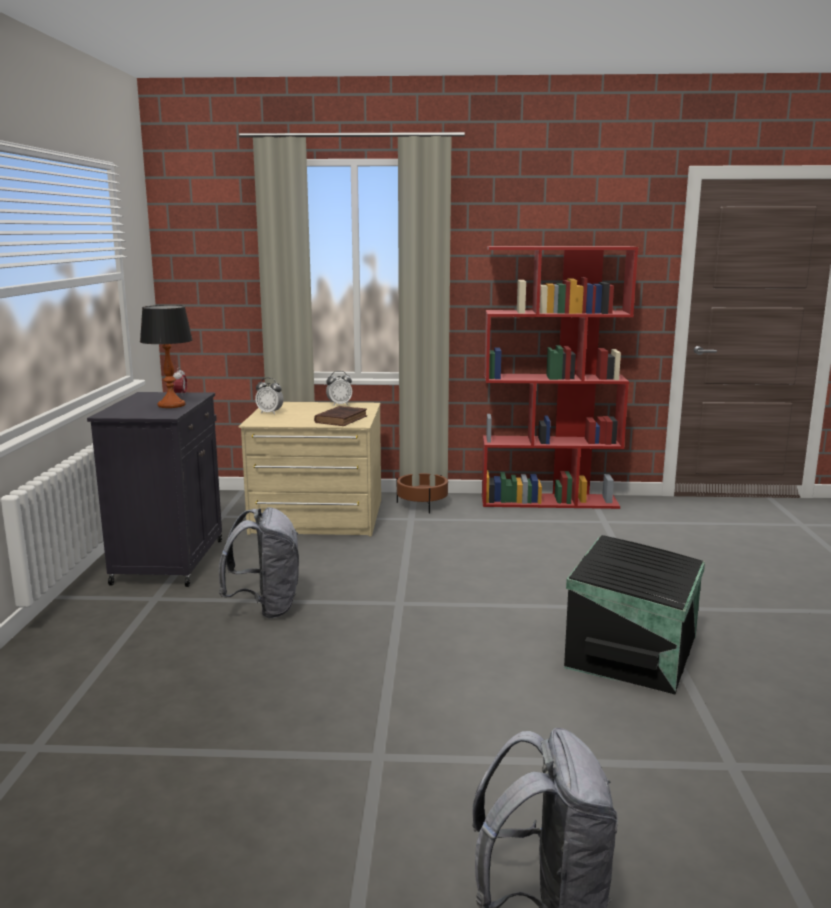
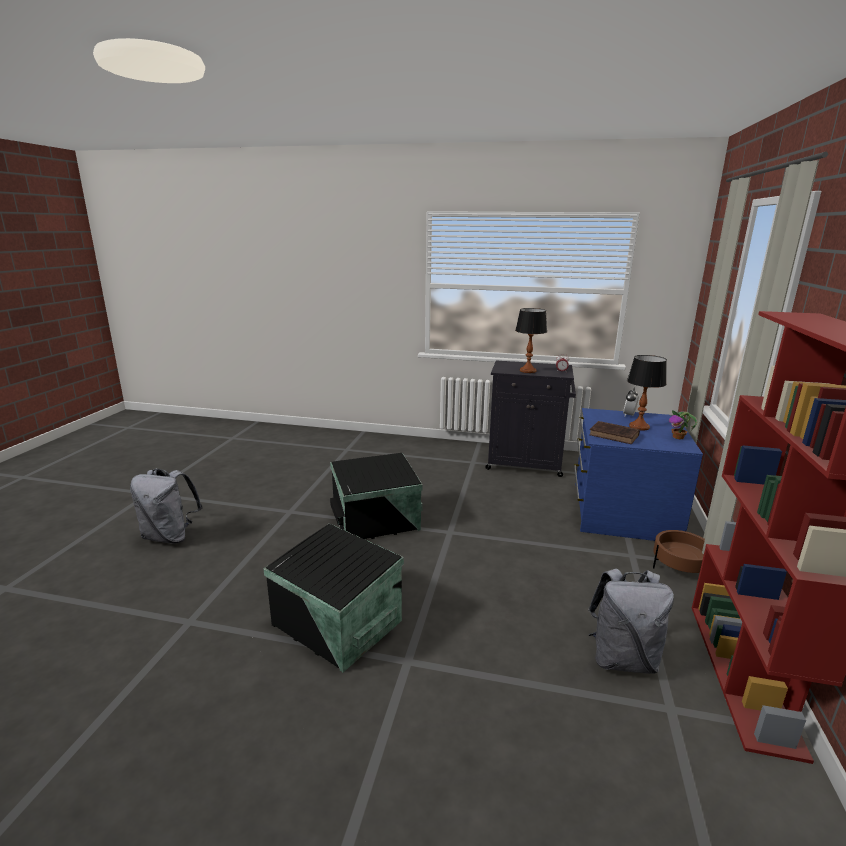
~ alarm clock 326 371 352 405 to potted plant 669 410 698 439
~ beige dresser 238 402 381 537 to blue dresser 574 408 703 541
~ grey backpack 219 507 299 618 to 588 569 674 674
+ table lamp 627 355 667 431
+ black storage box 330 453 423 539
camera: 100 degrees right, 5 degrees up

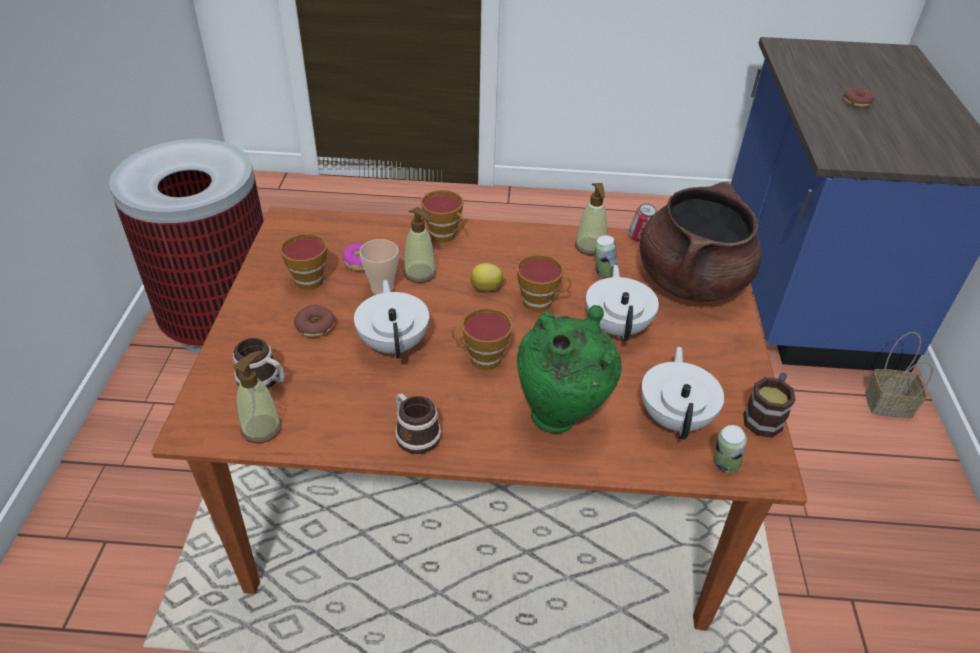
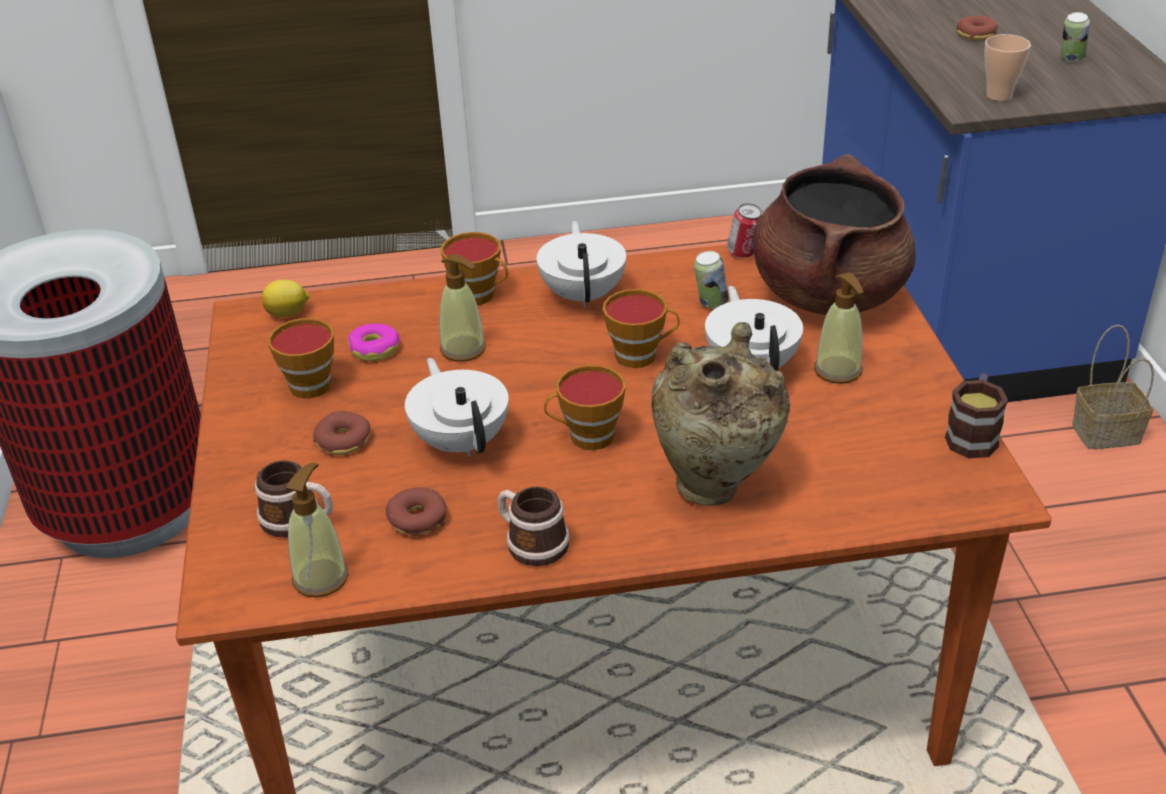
~ soap dispenser 575 183 607 256 to 814 272 863 384
~ cup 359 239 399 295 to 984 34 1031 101
~ lemon 470 263 505 291 to 262 280 309 317
~ green vase 517 305 622 433 to beige vase 651 322 790 506
~ white teapot 641 347 724 440 to 536 221 626 308
~ can 714 425 747 473 to 1061 12 1090 62
+ donut 386 487 447 536
camera: 10 degrees left, 5 degrees down

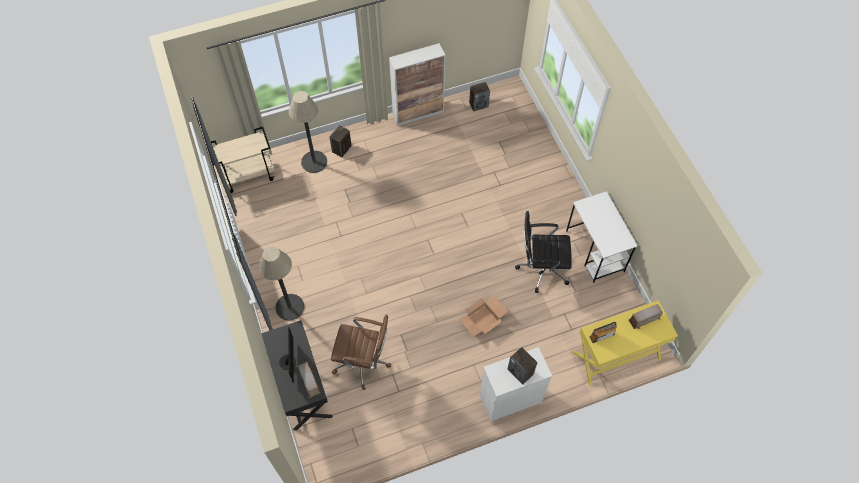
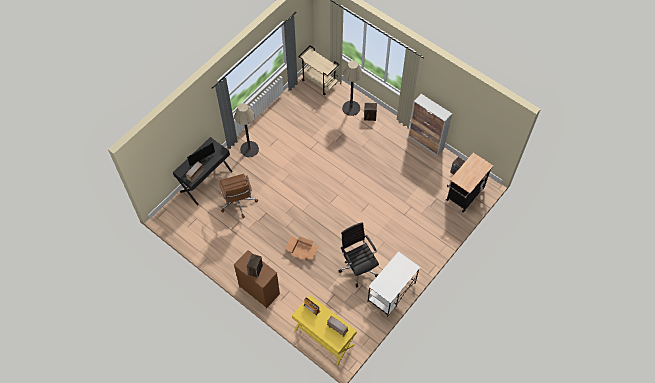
~ white dresser 480 347 552 423 to brown dresser 234 250 280 309
+ black cart 446 153 493 213
camera: 60 degrees right, 0 degrees up

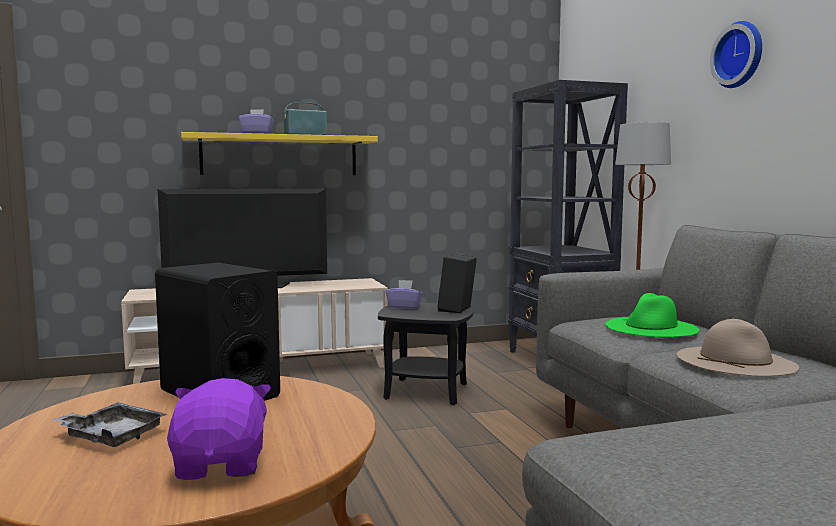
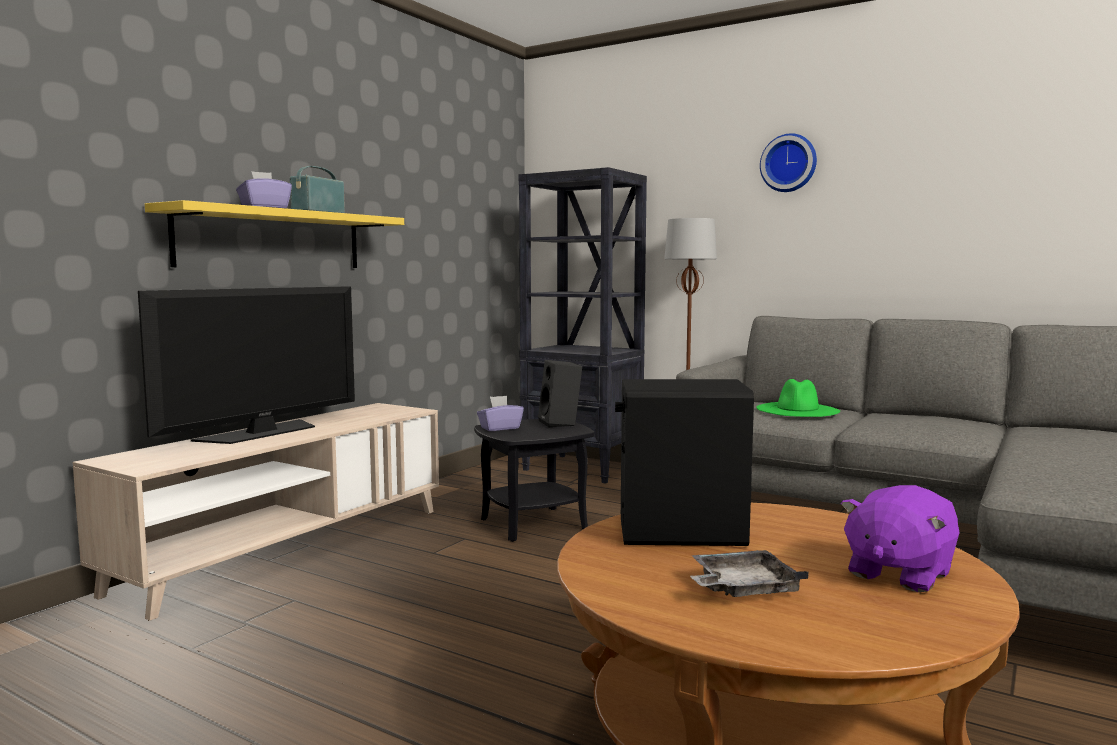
- beige hat 677 319 799 377
~ purple plush toy 167 378 271 480 = 841 485 960 592 90 degrees counterclockwise
camera: 40 degrees left, 0 degrees up

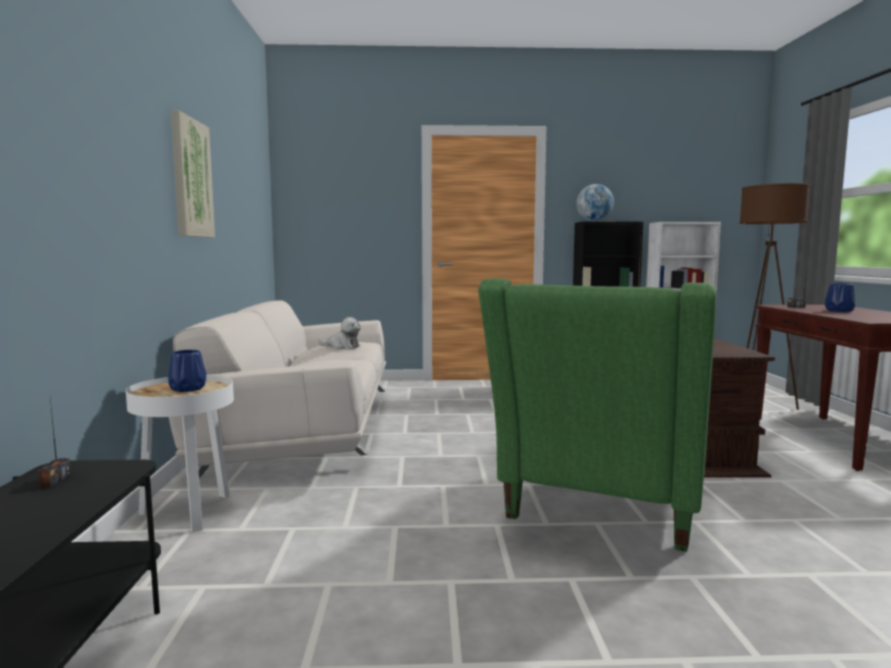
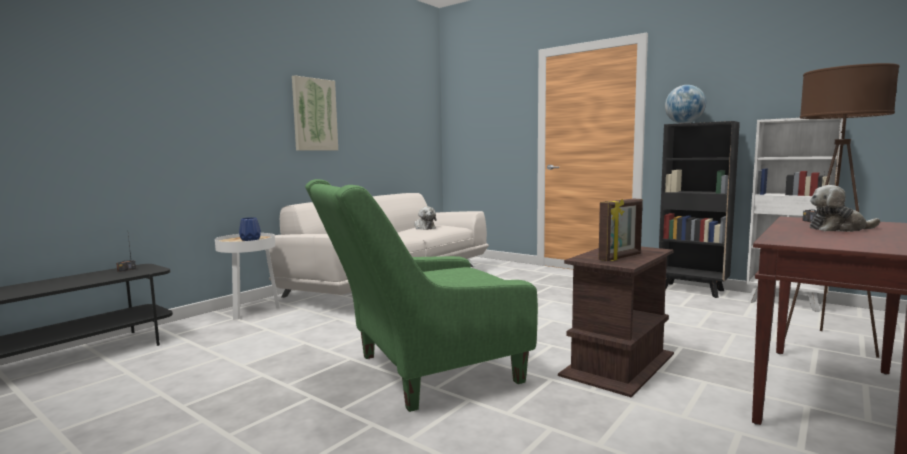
~ blue vase 825 283 855 312 to plush toy 810 185 880 232
+ picture frame 598 199 643 261
camera: 40 degrees right, 0 degrees up

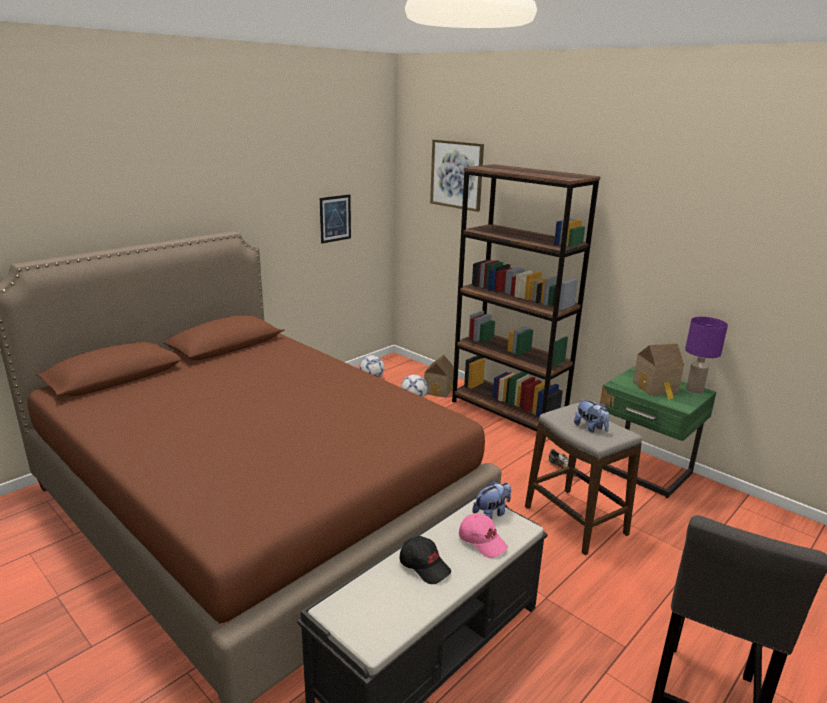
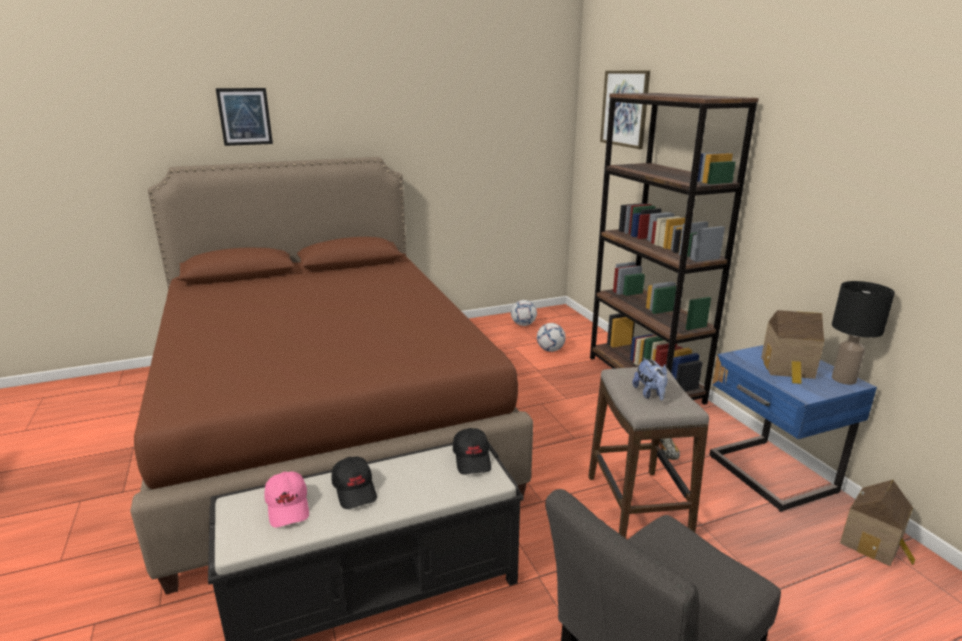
~ picture 320 194 351 244 to 216 88 273 146
~ purple table lamp 685 317 728 394 to black table lamp 832 281 895 385
~ toy house 424 355 454 398 to 840 480 915 566
~ green nightstand 600 366 716 498 to blue nightstand 709 345 877 512
~ plush toy 472 480 511 519 to black cap 453 428 491 475
~ pink cap 459 513 508 558 to 264 472 309 528
camera: 25 degrees right, 0 degrees up

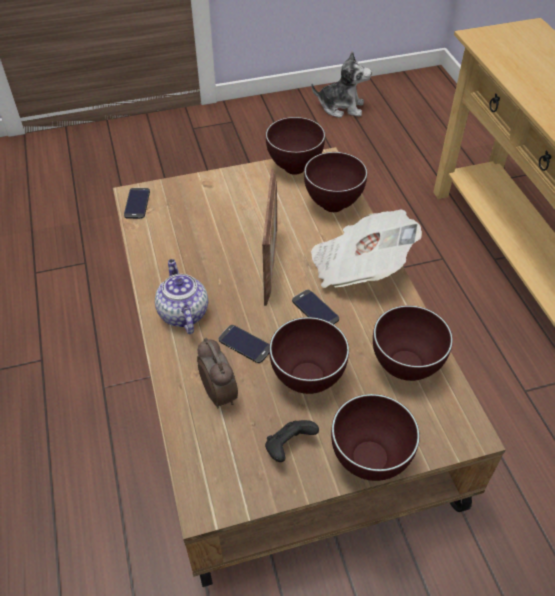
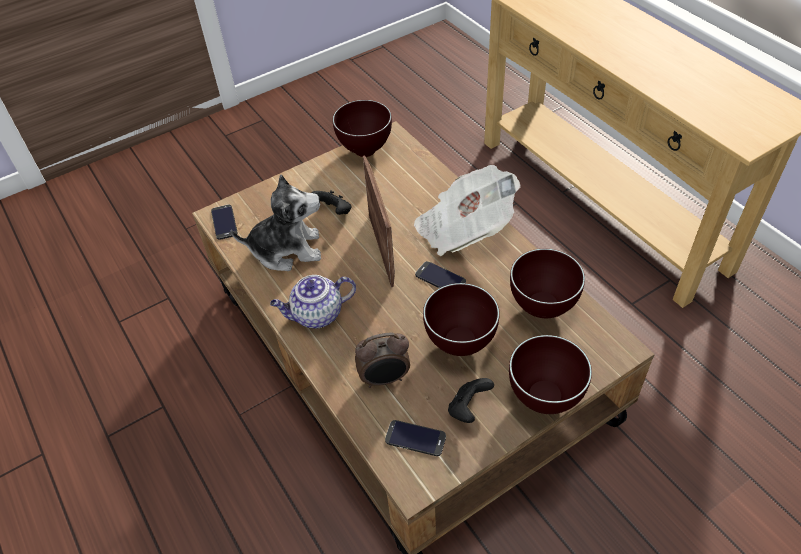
~ plush toy 311 51 372 118 to 231 175 321 271
- brown bowl 304 152 367 212
~ teapot 155 259 208 334 = 270 275 356 328 75 degrees counterclockwise
~ phone 219 325 270 363 to 385 420 446 456
~ alarm clock 197 338 238 409 = 355 332 410 388 120 degrees clockwise
+ black game controller 312 190 351 215
camera: 15 degrees left, 0 degrees up

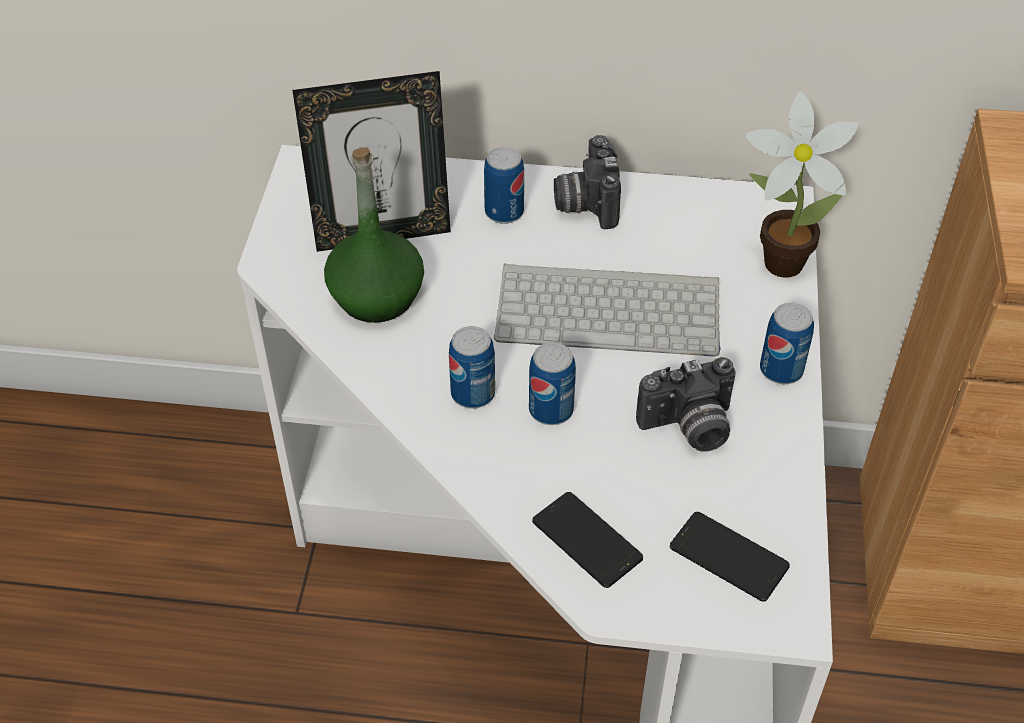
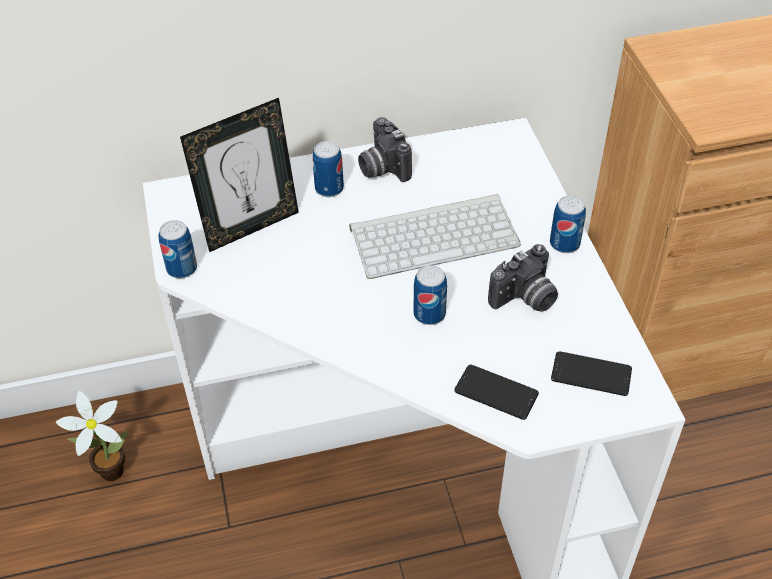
~ potted plant 745 91 860 278 to 56 391 127 481
- green bottle 324 147 424 323
~ can 449 326 495 409 to 159 220 197 278
camera: 20 degrees left, 0 degrees up

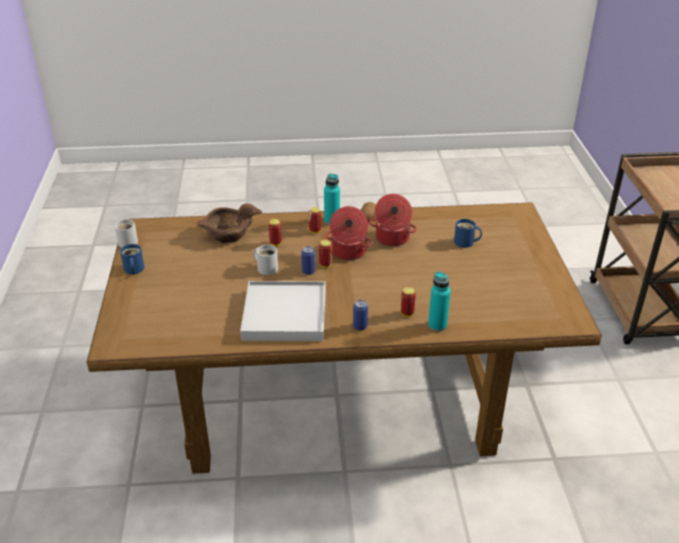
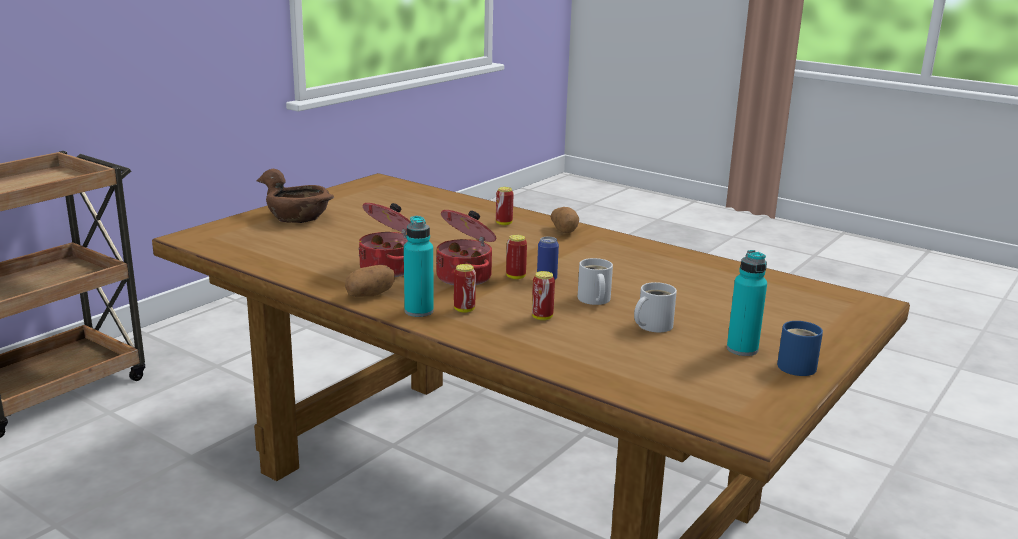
~ brown bowl 197 204 262 243 to 256 169 334 223
~ white mug 115 219 138 248 to 634 282 677 332
- blue mug 454 219 482 248
~ turquoise bottle 428 272 451 332 to 727 250 767 356
- white tray 240 281 325 341
~ can 353 299 368 331 to potato 551 207 579 233
camera: 140 degrees left, 15 degrees down

